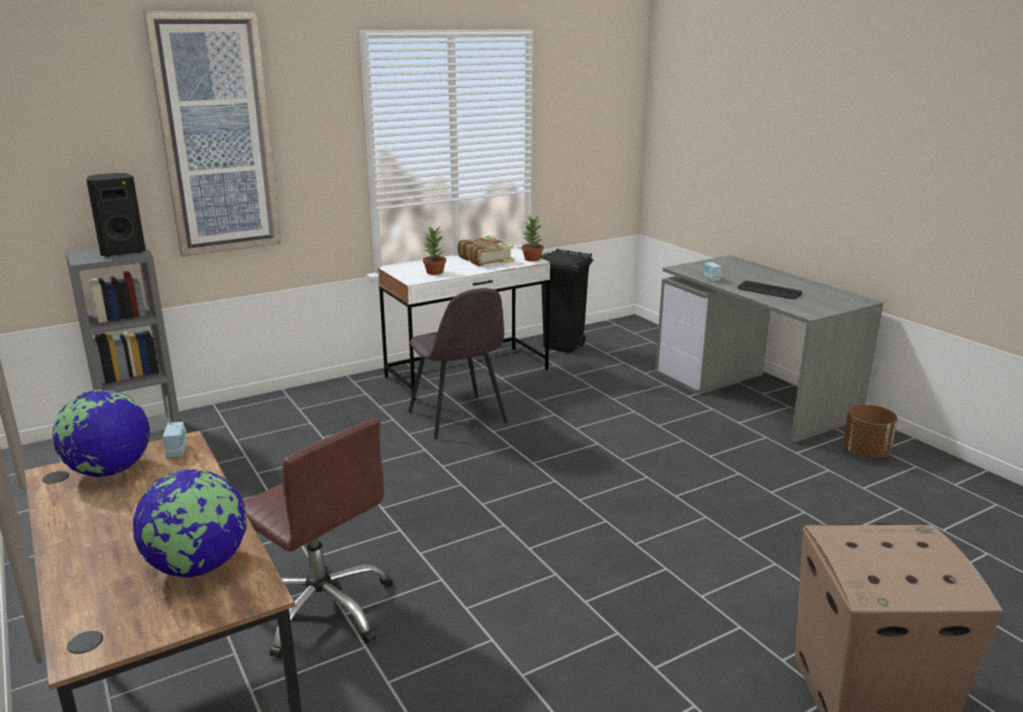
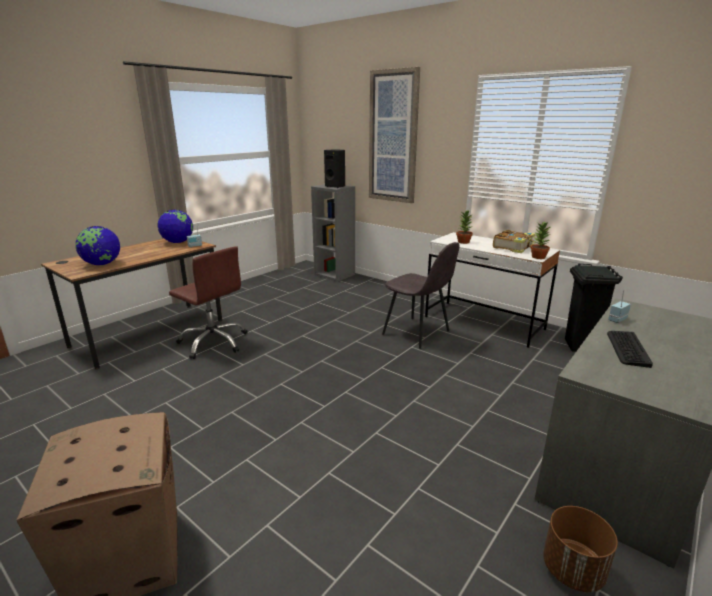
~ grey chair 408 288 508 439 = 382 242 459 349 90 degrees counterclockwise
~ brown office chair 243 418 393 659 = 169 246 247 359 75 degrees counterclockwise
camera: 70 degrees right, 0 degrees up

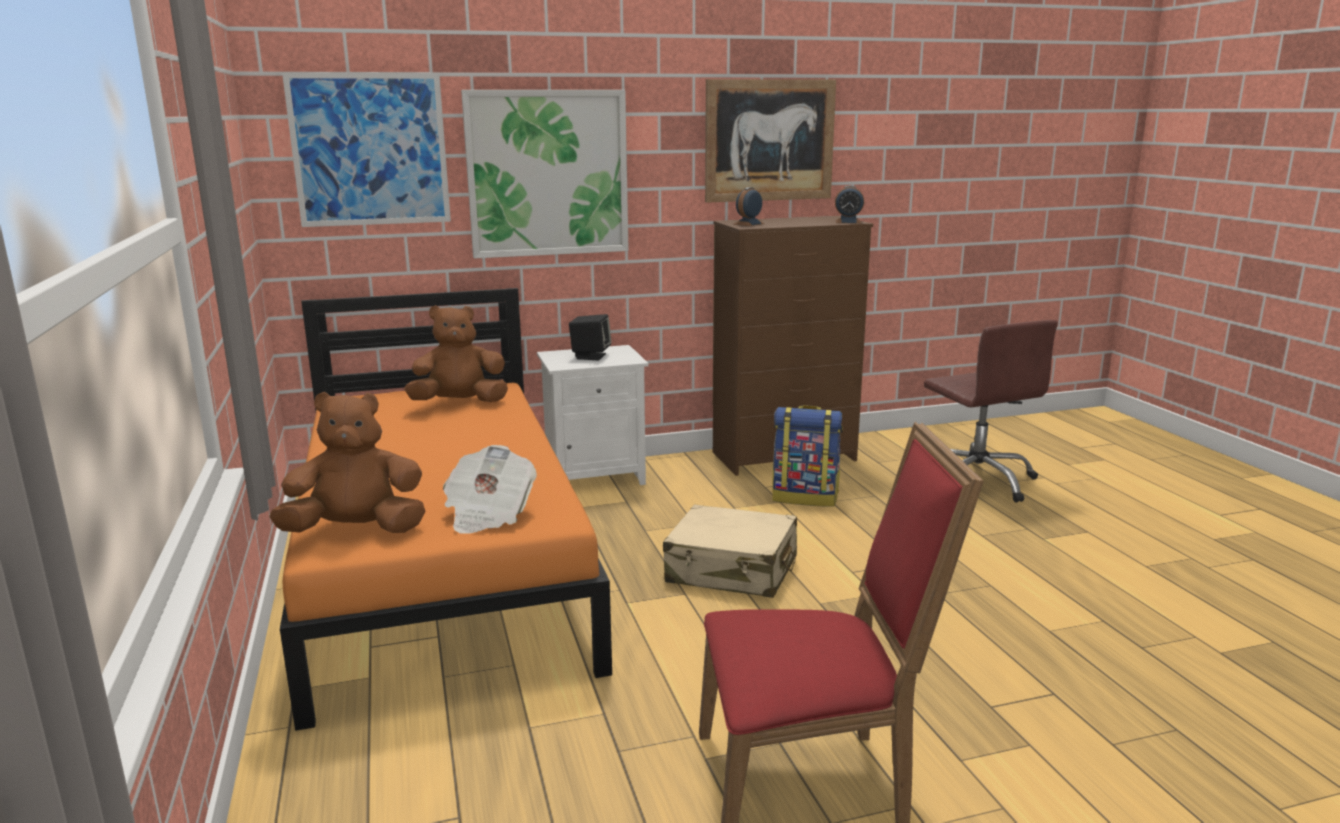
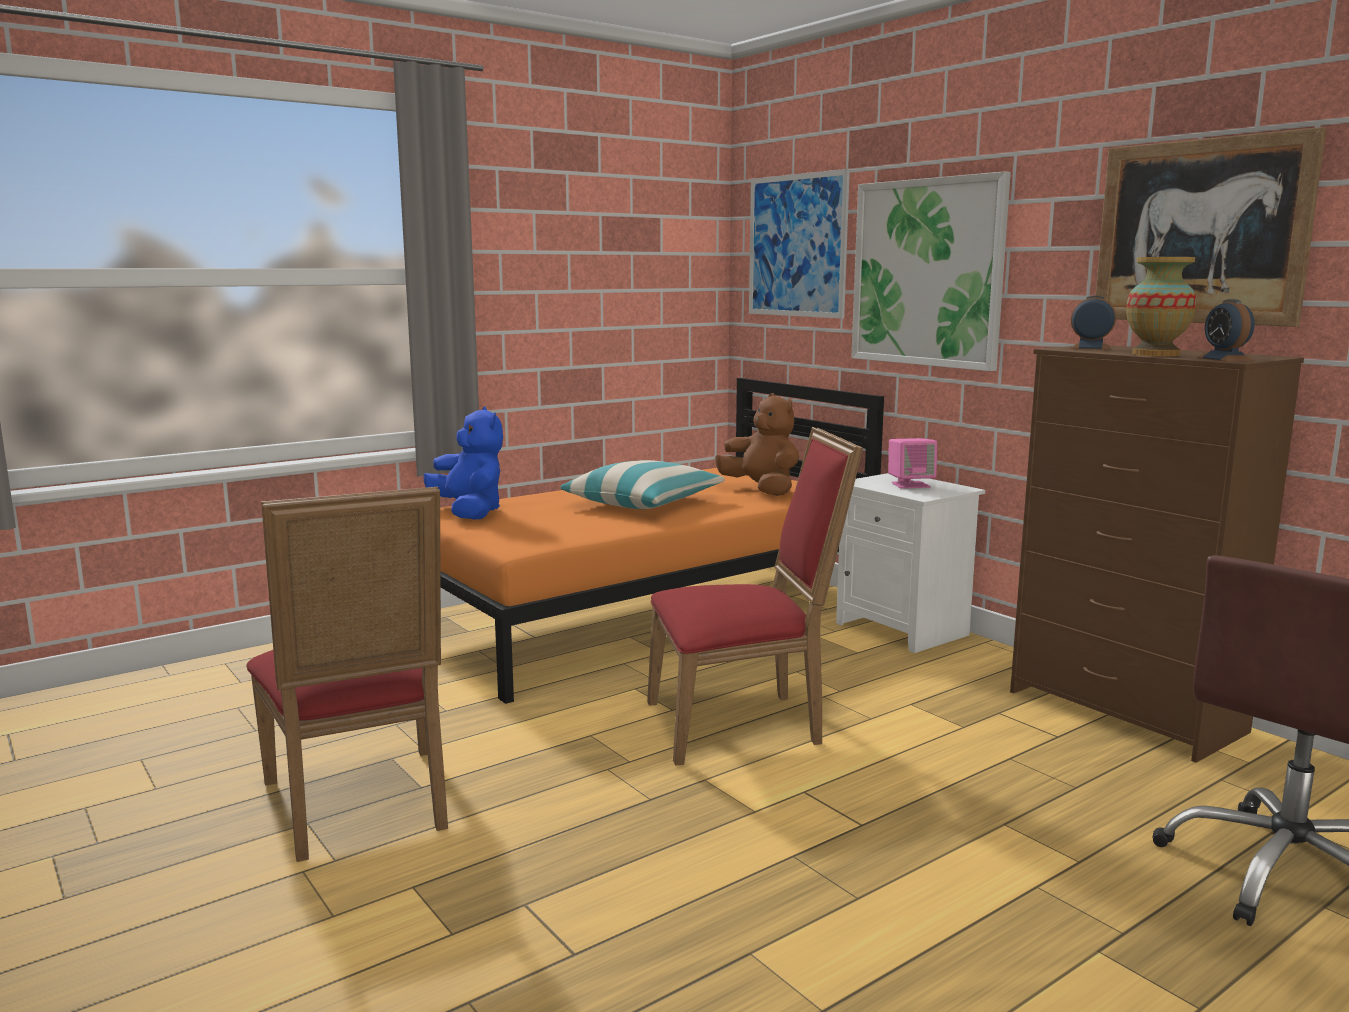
~ black speaker 569 314 611 360 to pink speaker 888 438 937 489
~ brown plush toy 269 392 426 533 to blue plush toy 423 406 503 520
- backpack 772 405 843 507
- newspaper 443 445 537 534
~ beige suitcase 663 504 797 598 to red chair 647 427 863 766
+ vase 1126 257 1196 356
+ pillow 561 460 724 509
camera: 70 degrees right, 5 degrees down

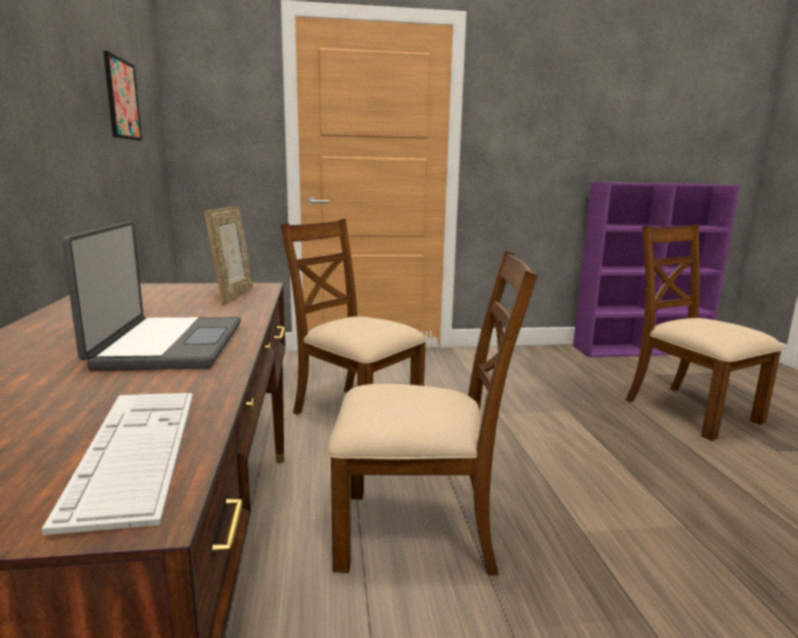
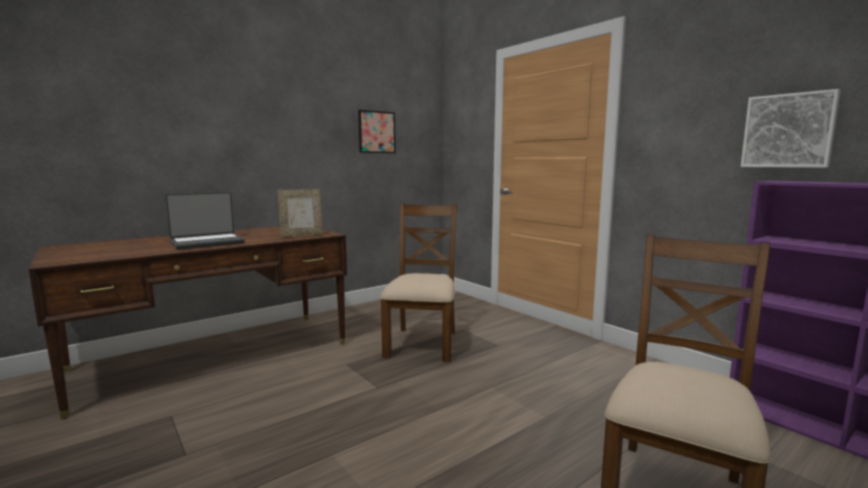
- brown chair 327 250 538 575
- keyboard 42 393 193 535
+ picture 741 89 841 168
camera: 60 degrees right, 5 degrees down

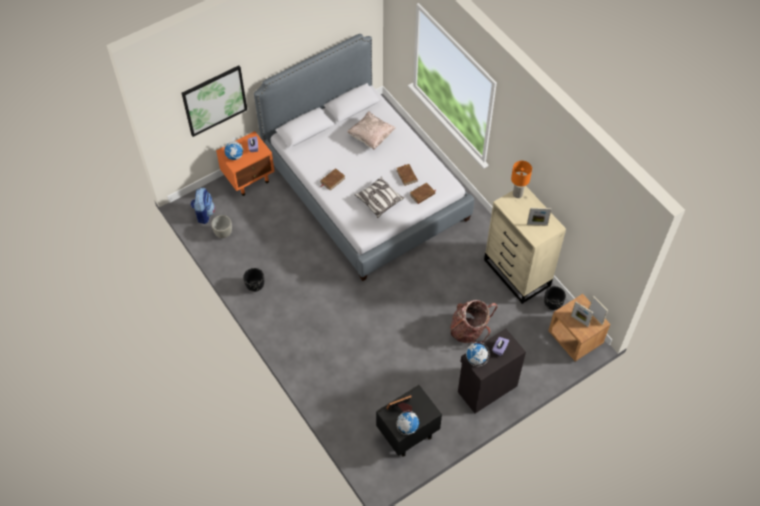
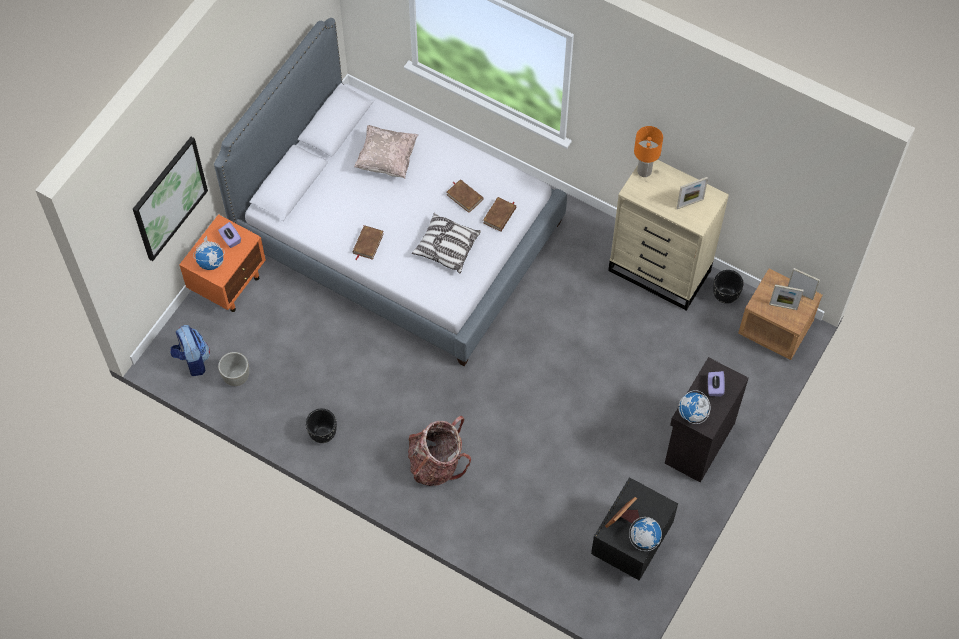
~ backpack 450 300 497 344 to 408 416 471 486
camera: 25 degrees left, 5 degrees up

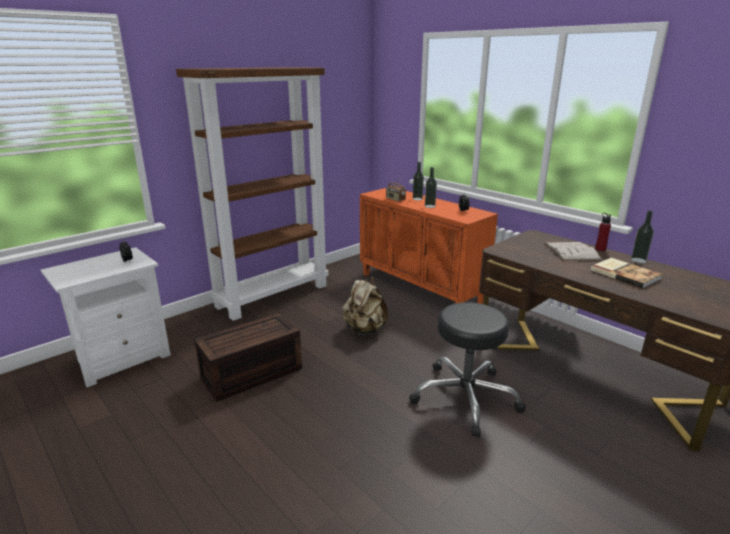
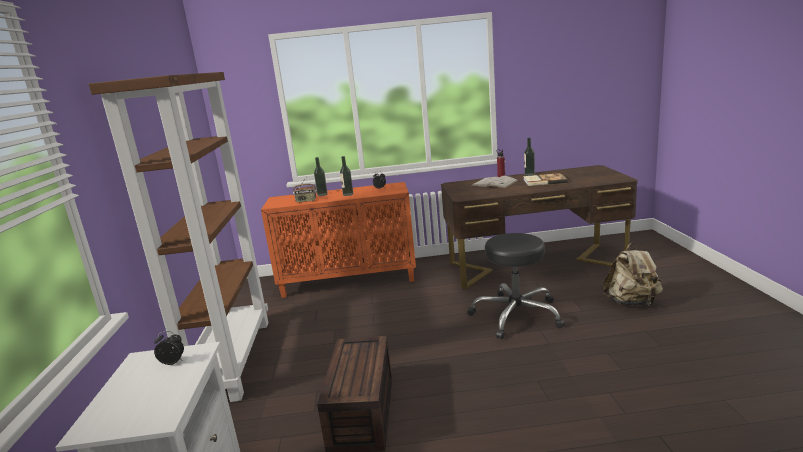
~ beige backpack 342 276 388 336 to 603 242 663 306
camera: 50 degrees left, 5 degrees down

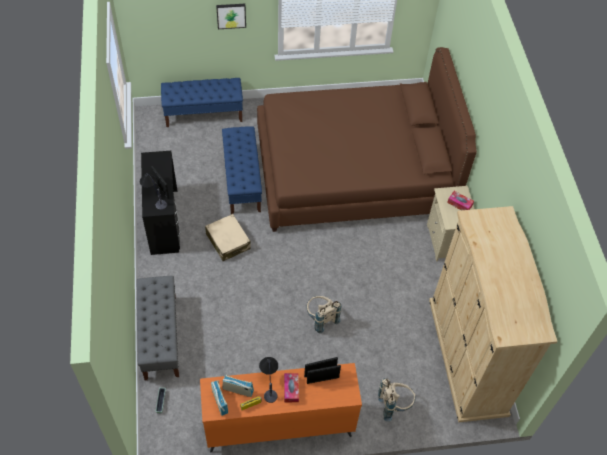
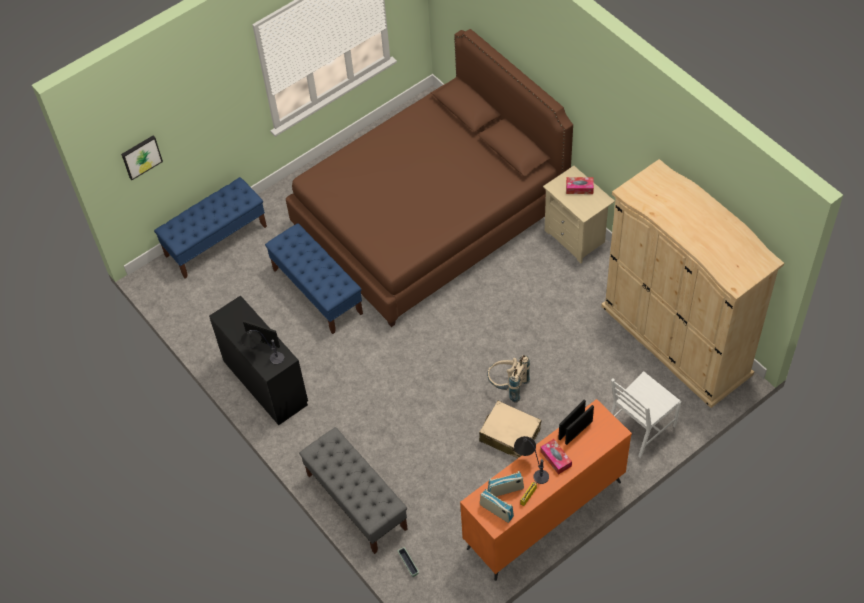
~ picture 216 4 246 29 to 121 136 163 180
~ beige suitcase 205 214 251 261 to 479 401 541 458
~ beige backpack 378 378 416 421 to white chair 611 371 681 458
camera: 25 degrees left, 0 degrees up

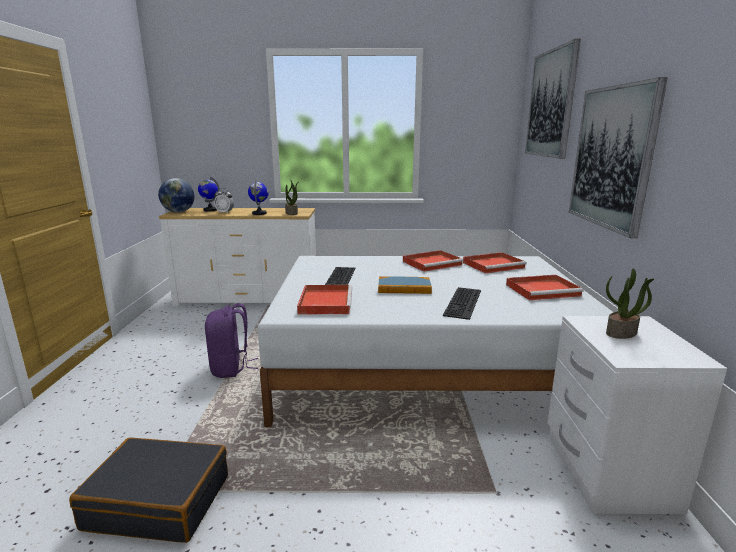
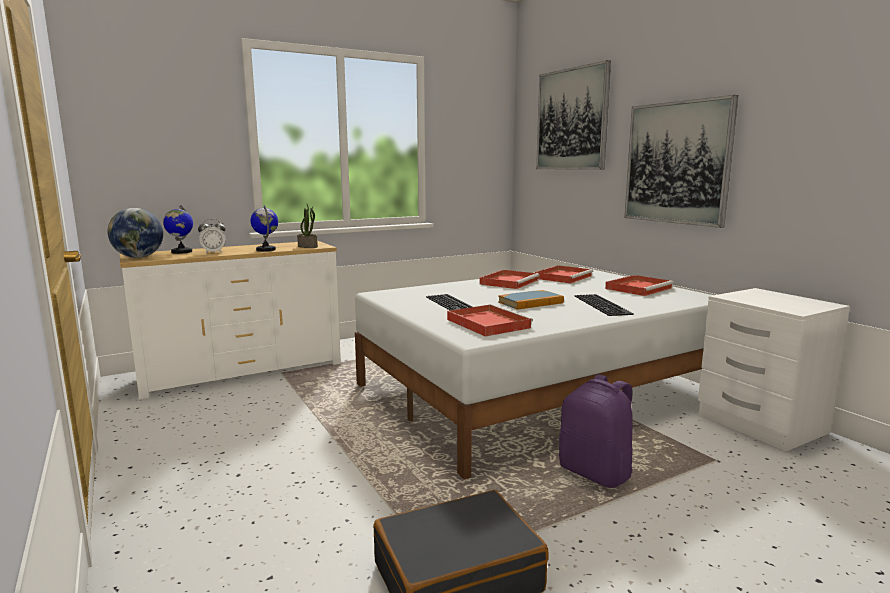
- potted plant 606 268 654 339
~ purple backpack 205 303 258 378 to 559 374 633 488
camera: 30 degrees left, 5 degrees down

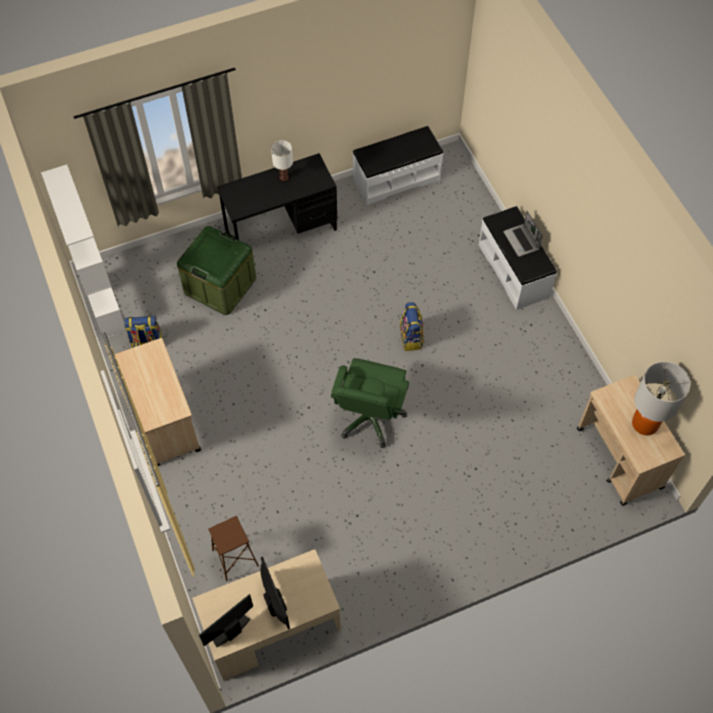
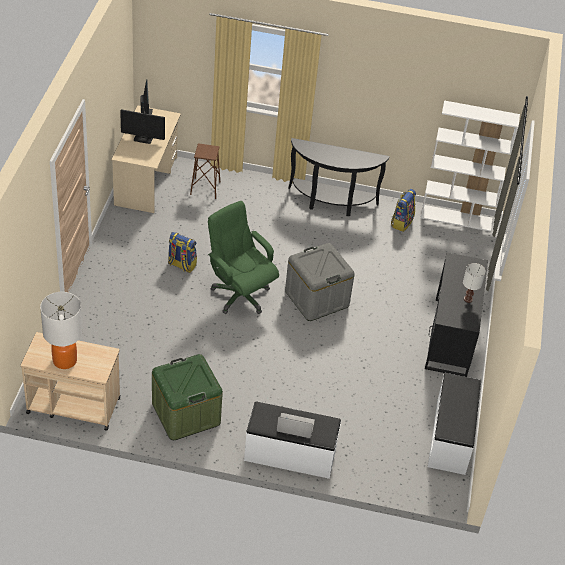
~ green storage box 177 226 256 315 to 152 354 223 440
~ backpack 400 302 424 351 to 168 232 197 273
~ beige cart 115 338 201 467 to black console table 288 138 389 216
+ grey storage box 285 243 355 321
camera: 120 degrees right, 15 degrees down

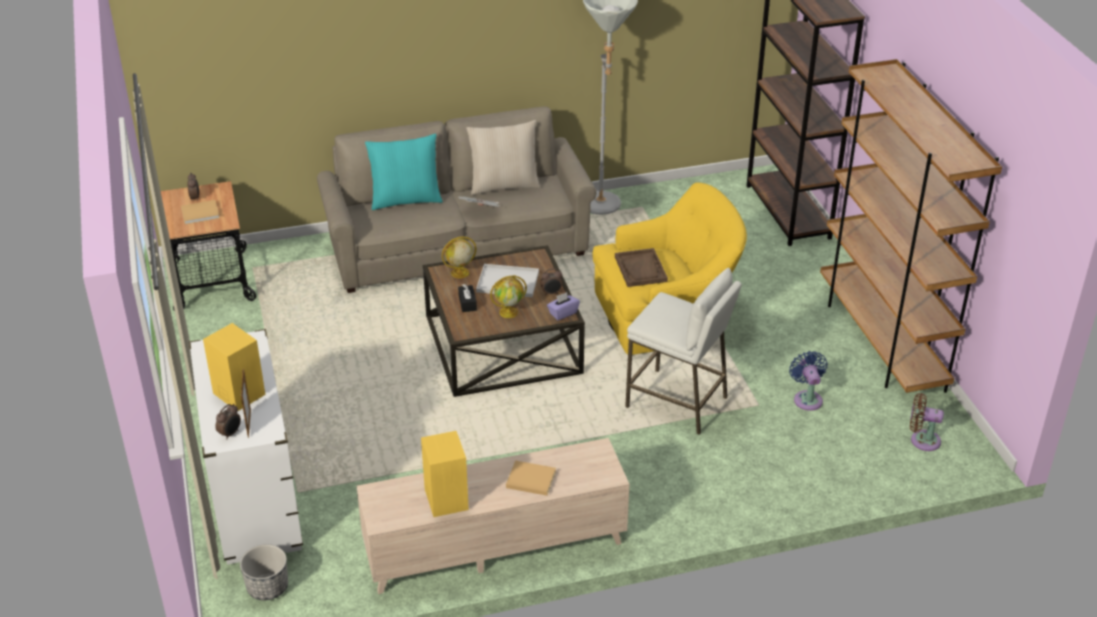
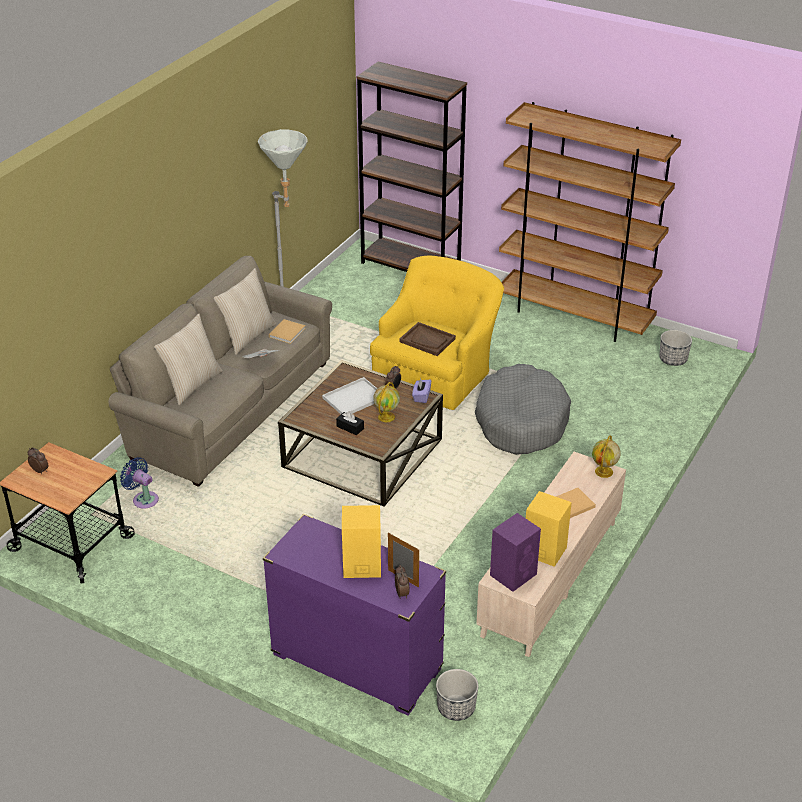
~ turquoise pillow 365 134 443 210 to beige pillow 154 313 223 405
~ beige book 181 200 220 224 to 269 319 306 344
~ globe 442 236 476 279 to 592 435 621 478
~ white stool 625 268 742 435 to grey dog bed 475 364 571 455
~ white dresser 189 329 303 565 to purple dresser 263 514 446 716
~ blue fan 789 351 828 411 to 120 457 159 509
~ brown fan 910 393 944 451 to planter 659 330 692 366
+ purple speaker 490 513 541 592
camera: 45 degrees left, 0 degrees up

